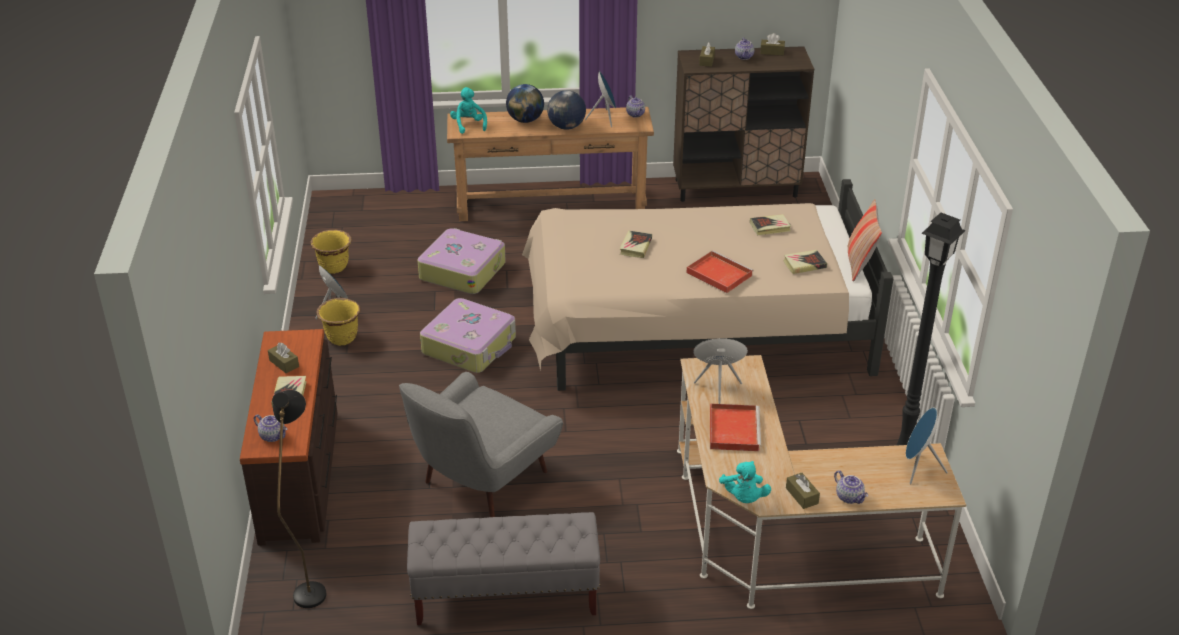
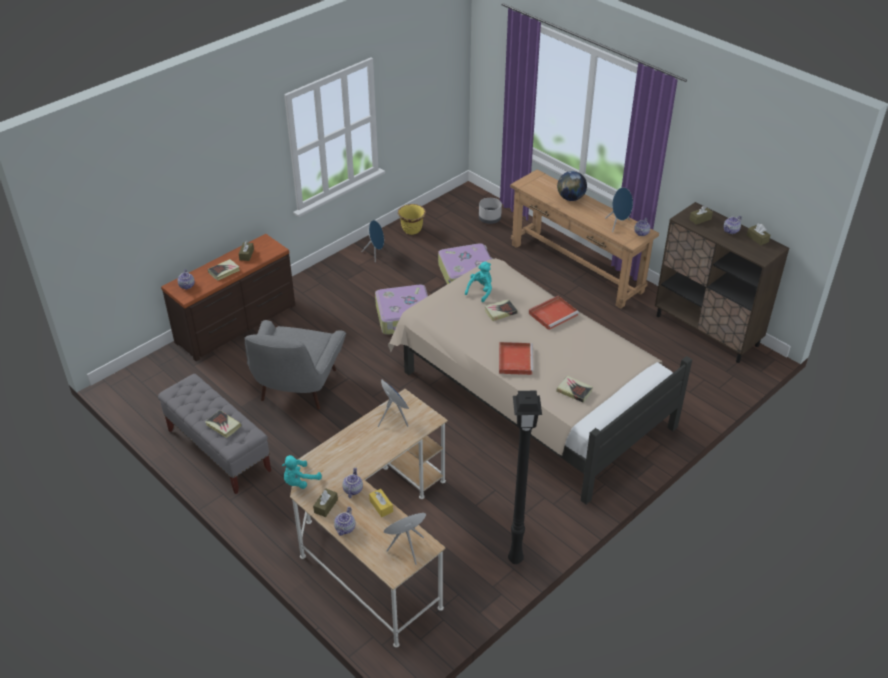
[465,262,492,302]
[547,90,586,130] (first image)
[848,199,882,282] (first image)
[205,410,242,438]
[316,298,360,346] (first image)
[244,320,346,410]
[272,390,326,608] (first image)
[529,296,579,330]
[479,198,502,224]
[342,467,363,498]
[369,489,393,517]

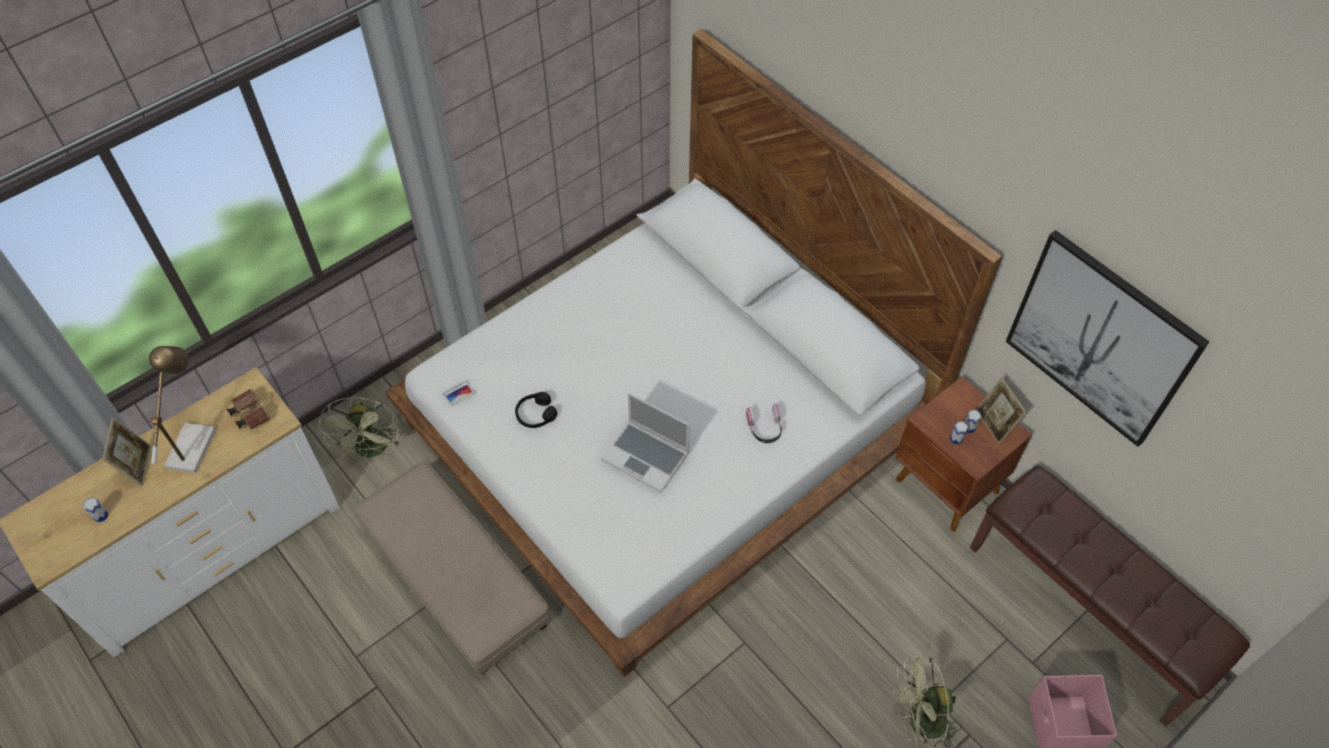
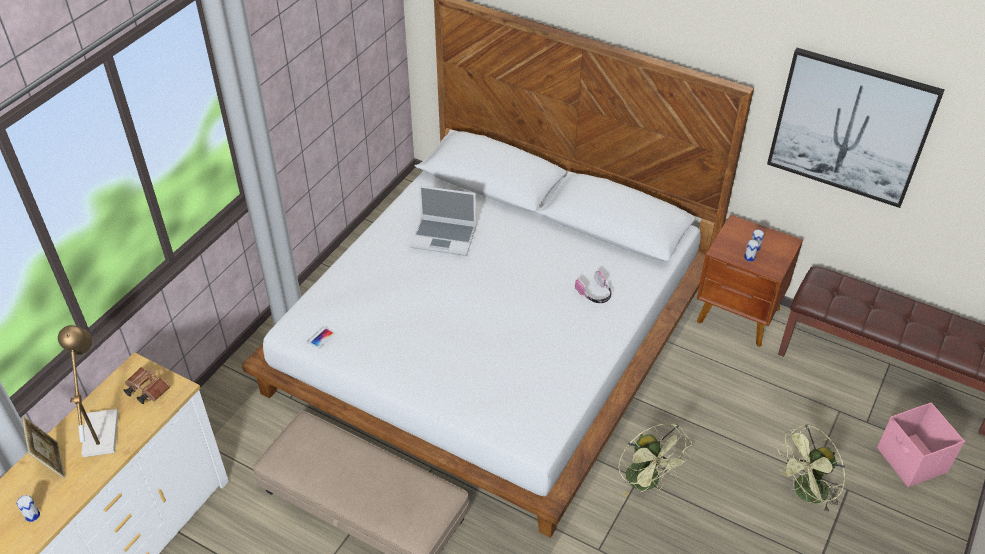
[976,378,1027,444] (first image)
[515,392,557,428] (first image)
[410,185,476,256]
[619,424,692,497]

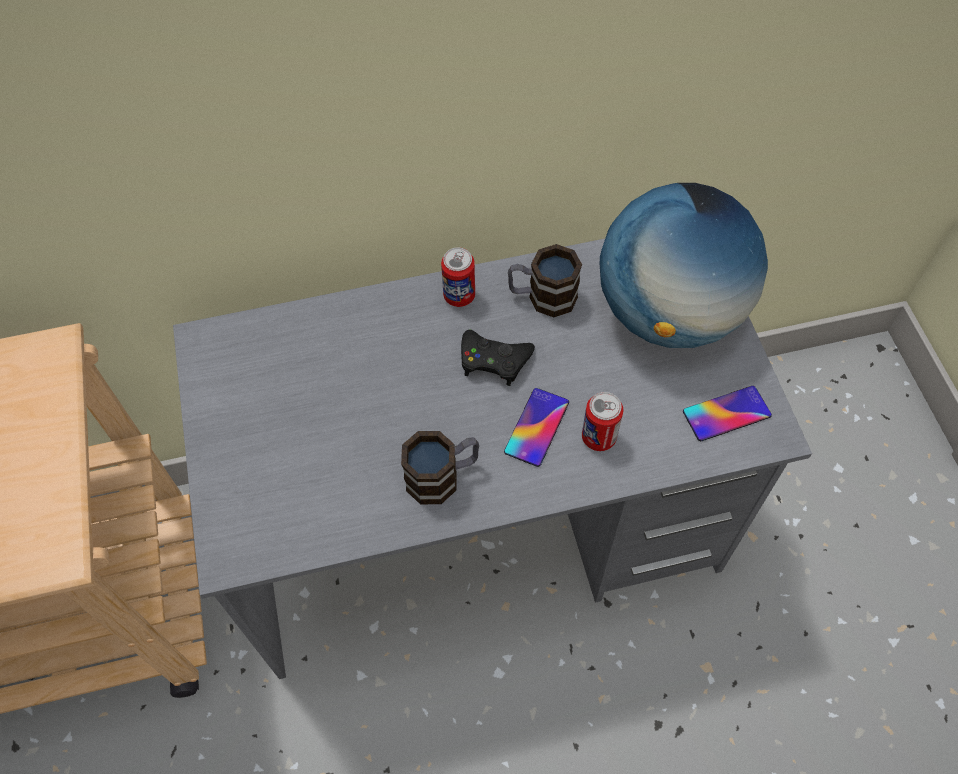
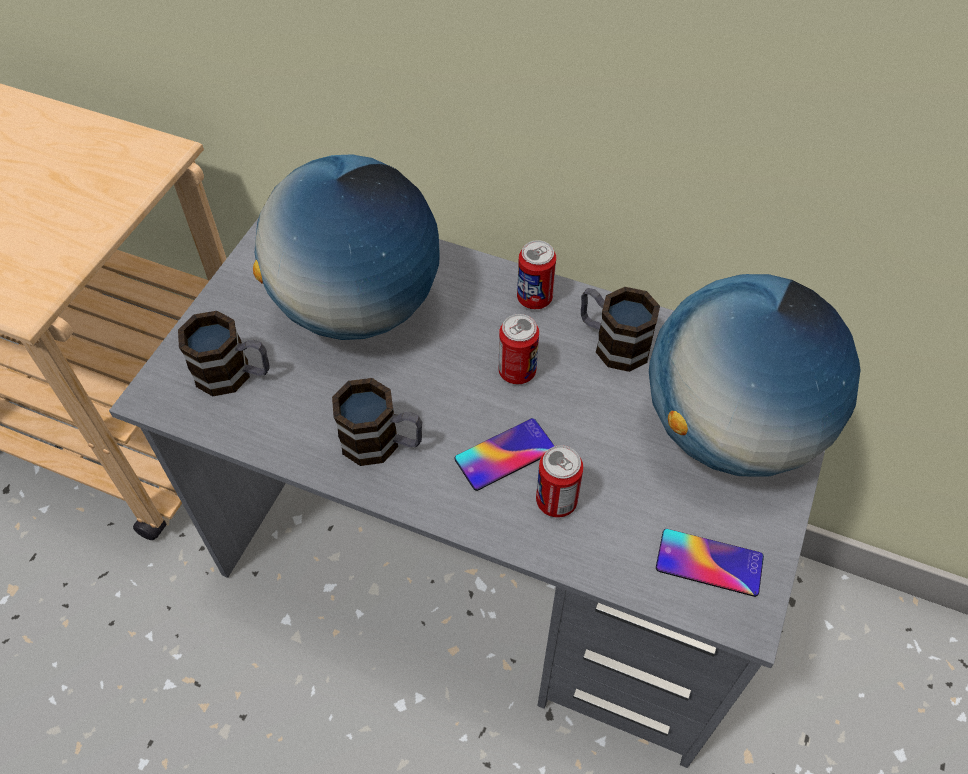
[499,314,539,384]
[253,154,440,340]
[178,311,270,396]

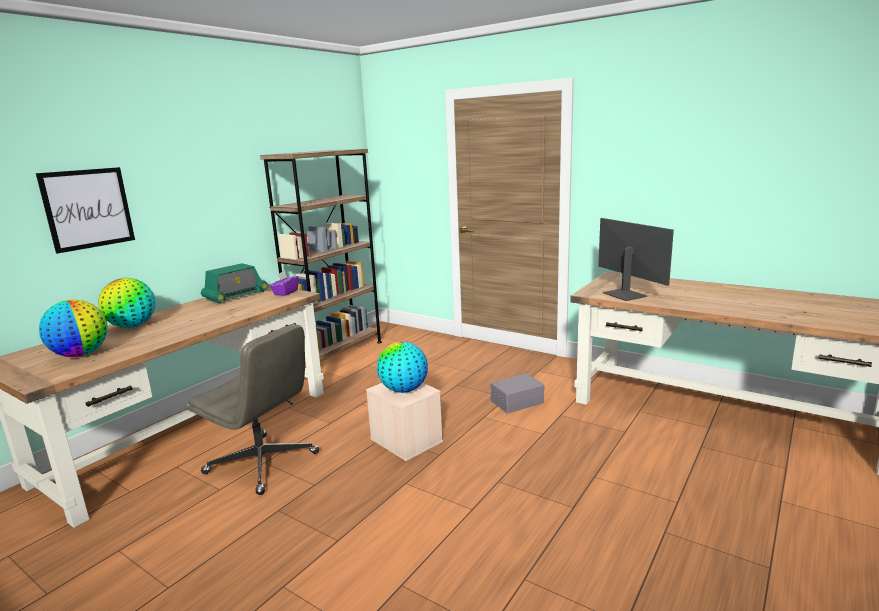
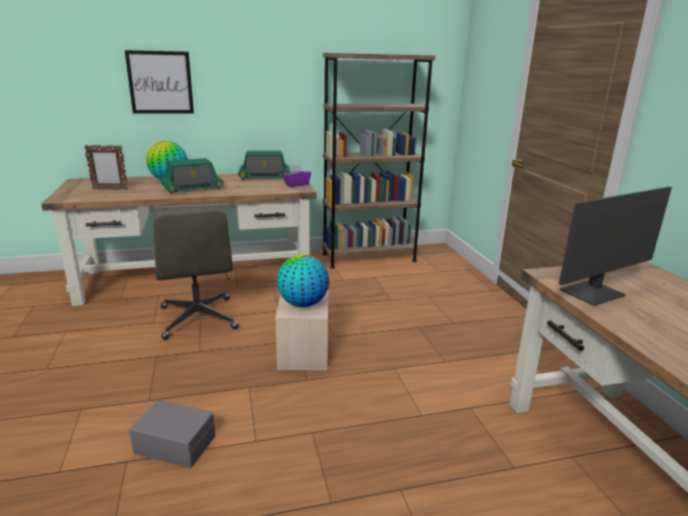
[559,187,672,306]
[84,145,128,190]
[129,400,215,468]
[161,158,223,194]

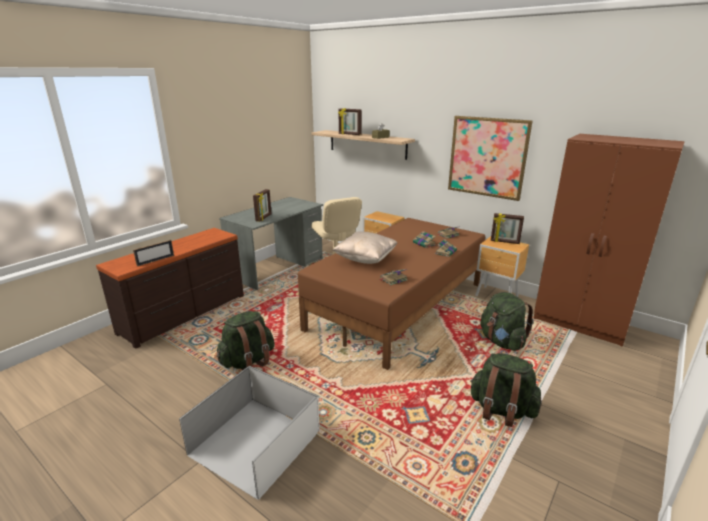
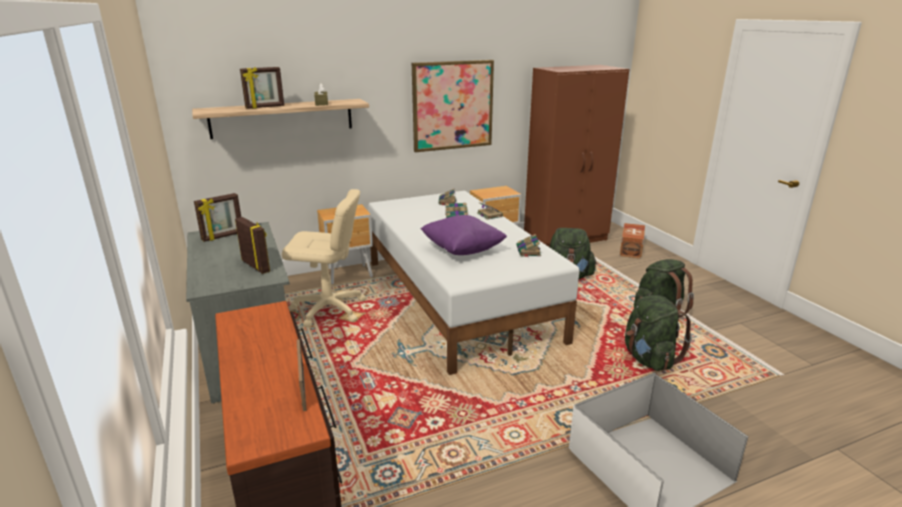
[194,193,241,242]
[368,191,580,375]
[420,215,507,255]
[625,295,692,371]
[620,223,645,259]

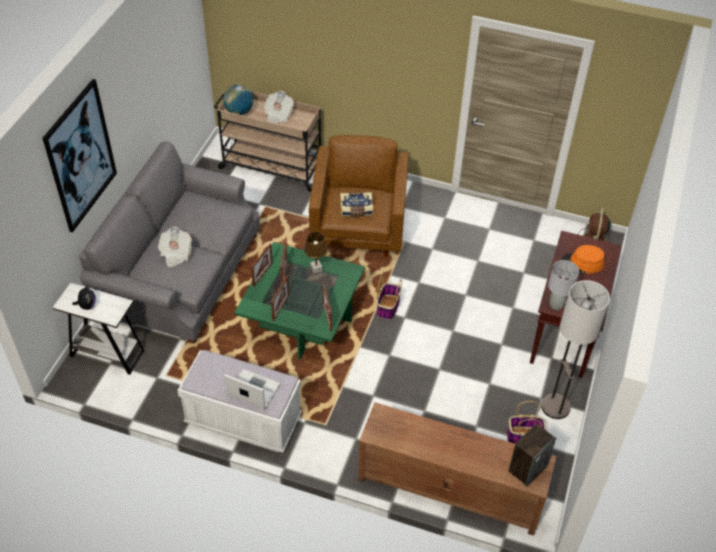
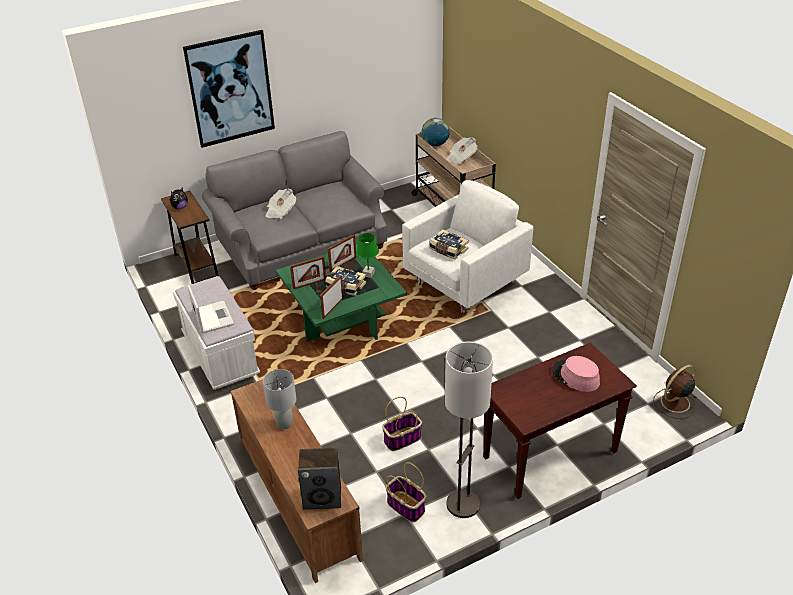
[402,180,534,313]
[356,233,379,278]
[251,244,273,287] (first image)
[552,356,600,392]
[263,369,296,429]
[382,397,422,451]
[161,190,219,284]
[325,266,366,296]

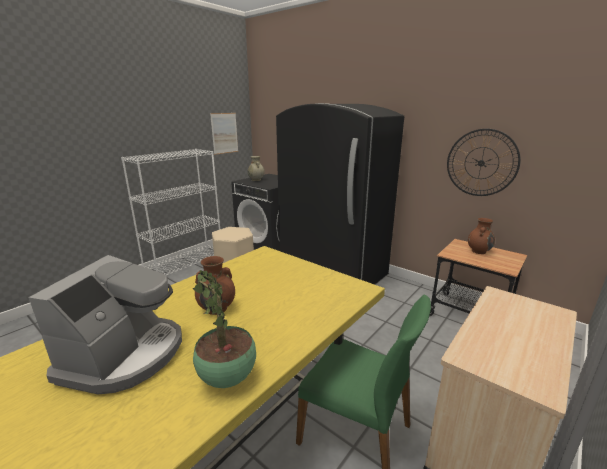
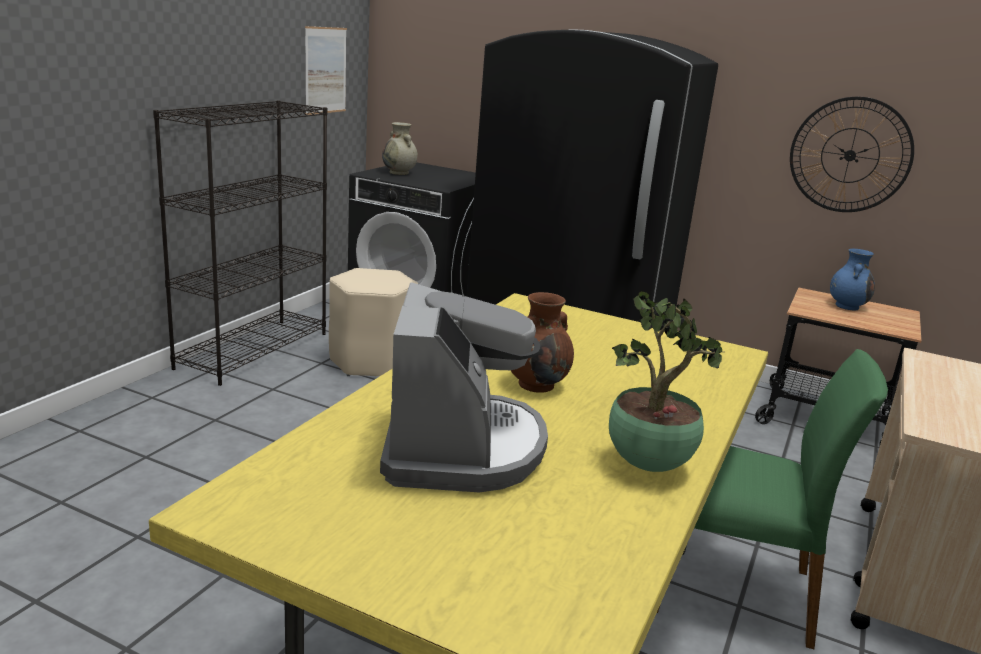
[153,100,327,386]
[830,249,875,310]

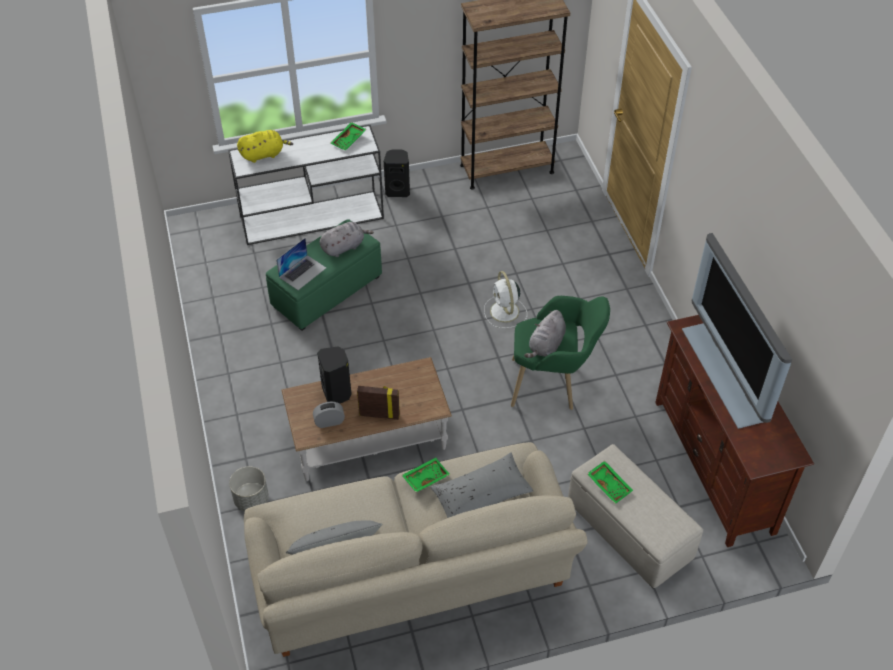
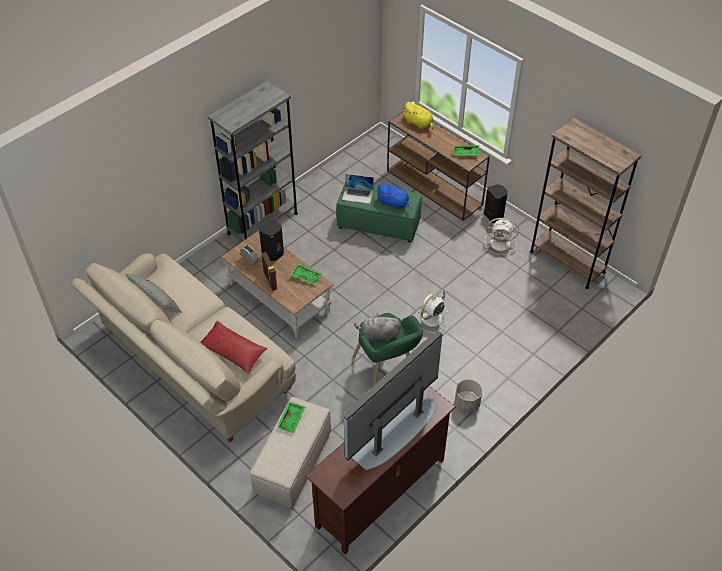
[387,111,490,221]
[376,184,412,209]
[200,321,268,374]
[290,263,322,285]
[455,379,482,412]
[208,81,298,242]
[485,218,519,255]

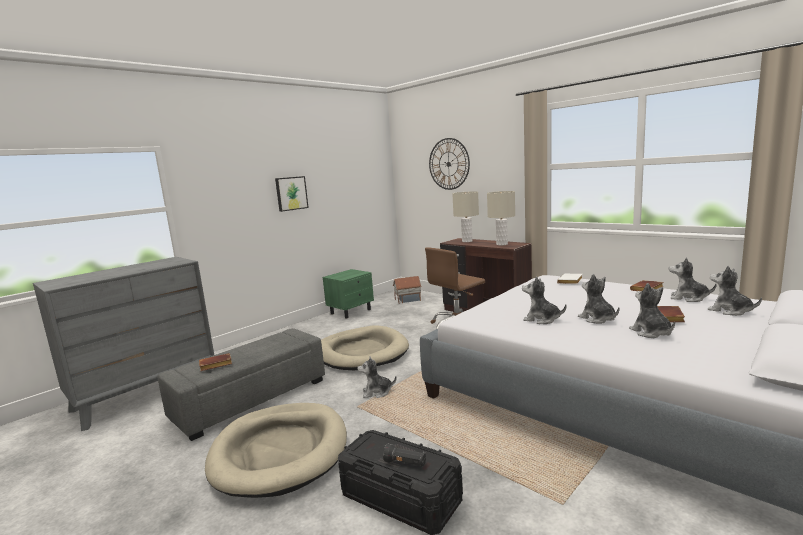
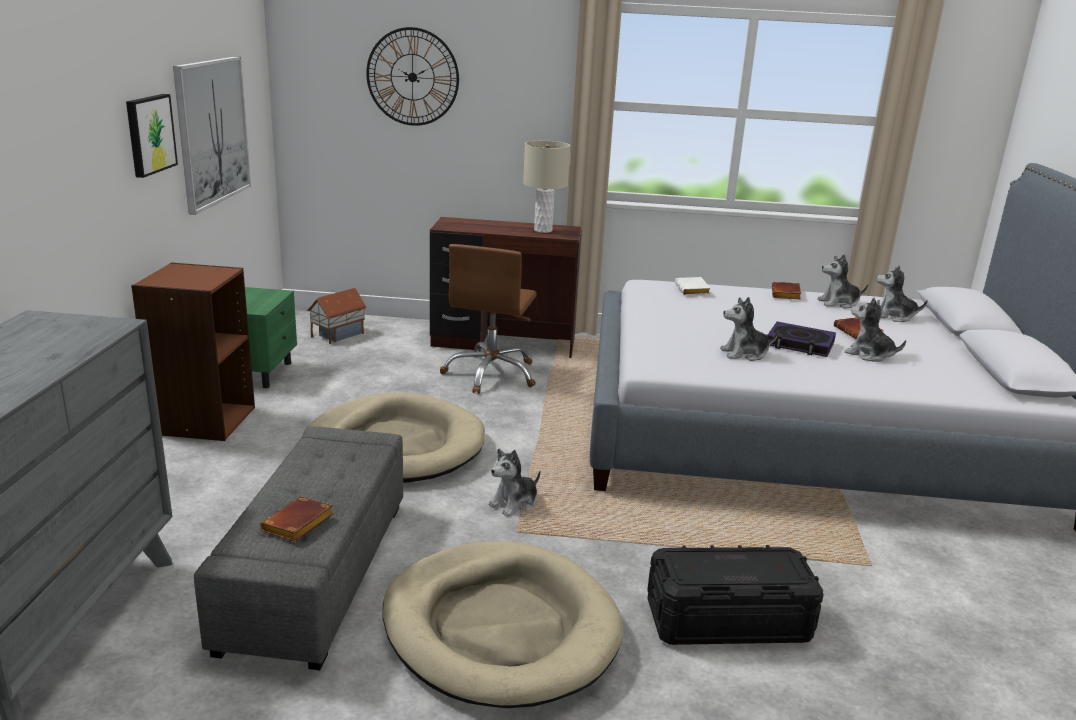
[452,191,479,242] (first image)
[767,321,836,357]
[383,444,426,467] (first image)
[173,57,251,215]
[131,262,255,441]

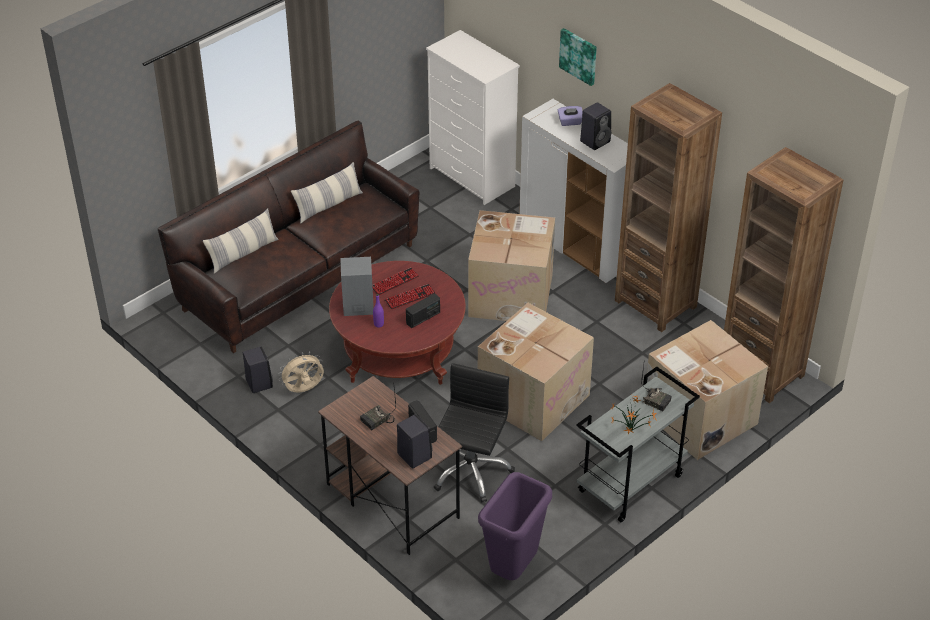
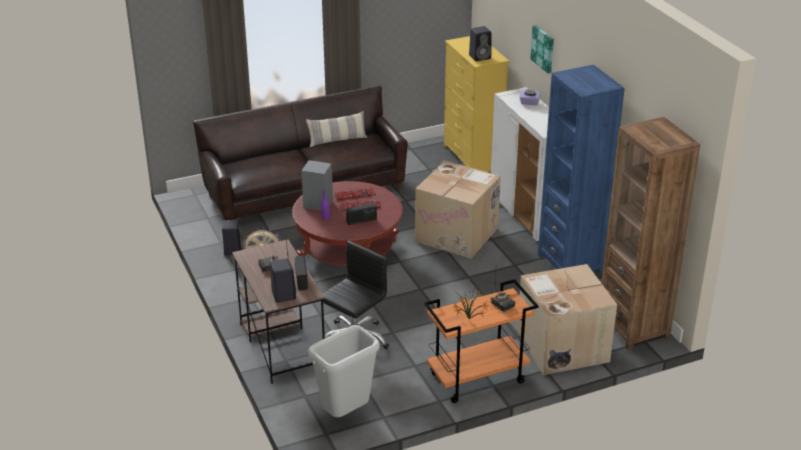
[444,36,509,172]
[538,65,625,274]
[469,26,492,61]
[203,208,279,274] (first image)
[478,303,594,441] (first image)
[424,279,538,403]
[308,325,380,417]

